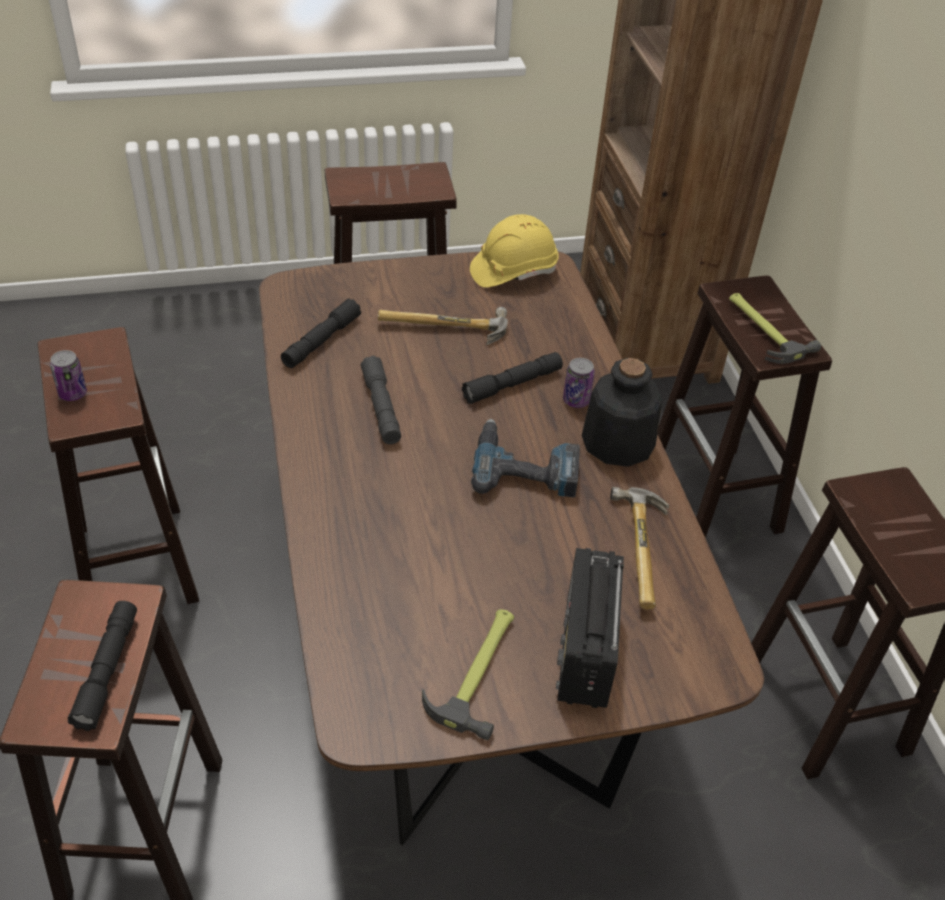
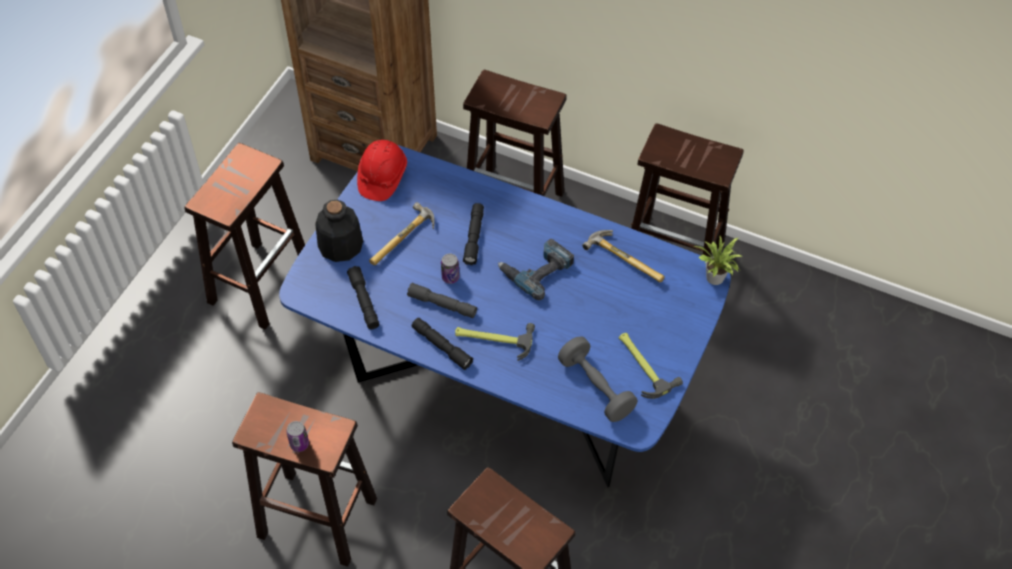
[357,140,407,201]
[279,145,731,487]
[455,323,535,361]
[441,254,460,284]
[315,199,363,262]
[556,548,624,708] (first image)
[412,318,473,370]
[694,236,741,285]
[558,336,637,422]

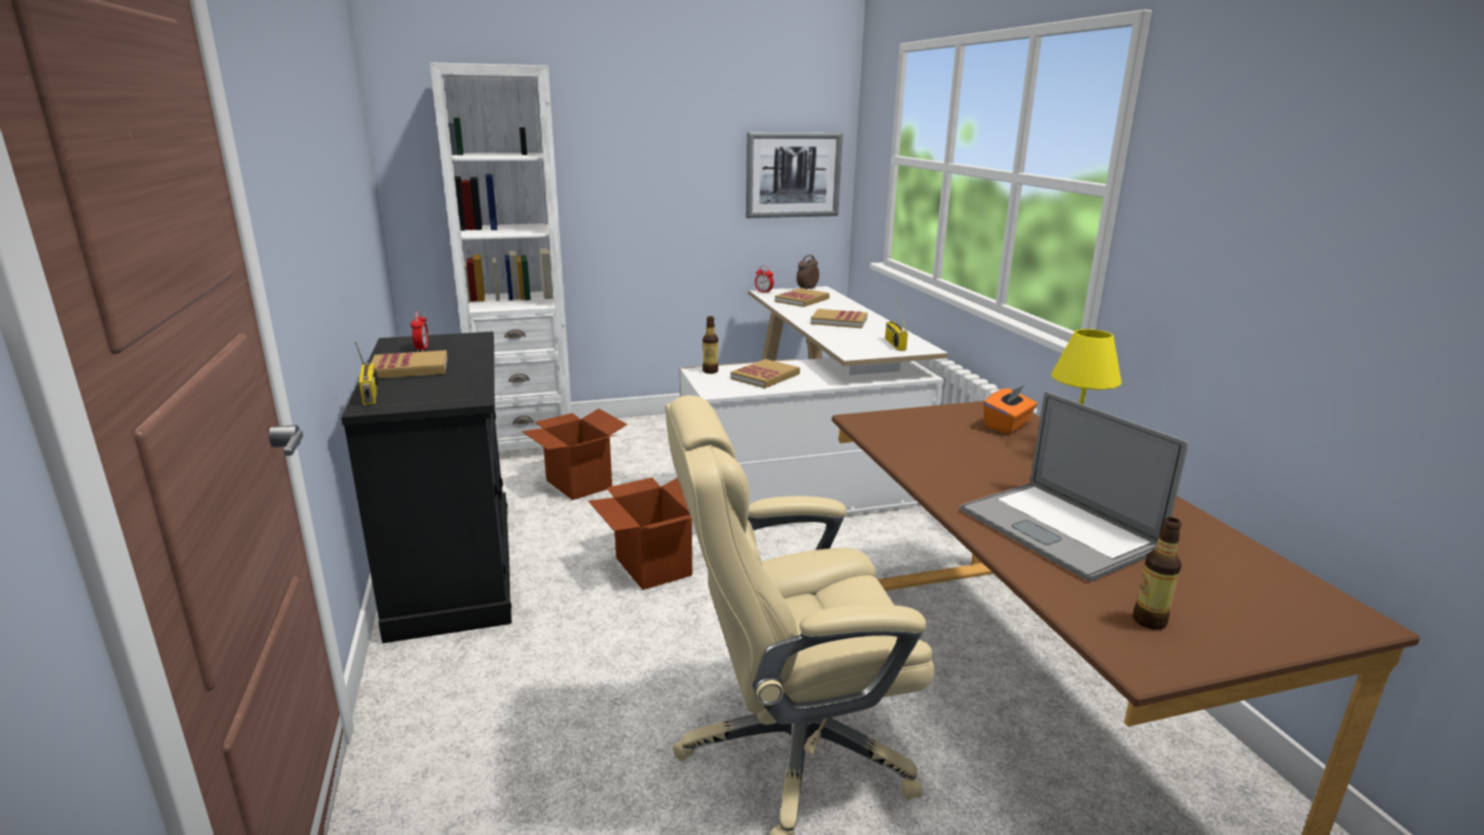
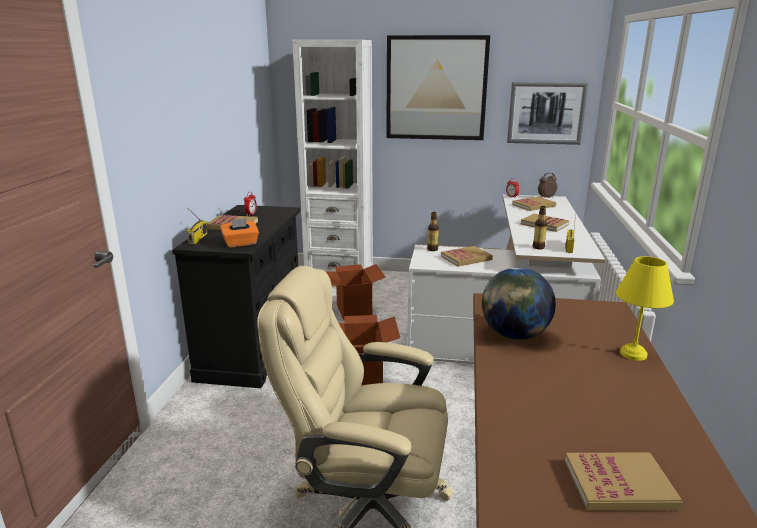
[220,218,259,248]
[960,392,1188,582] (first image)
[533,206,547,249]
[386,35,490,140]
[482,268,556,340]
[565,452,683,510]

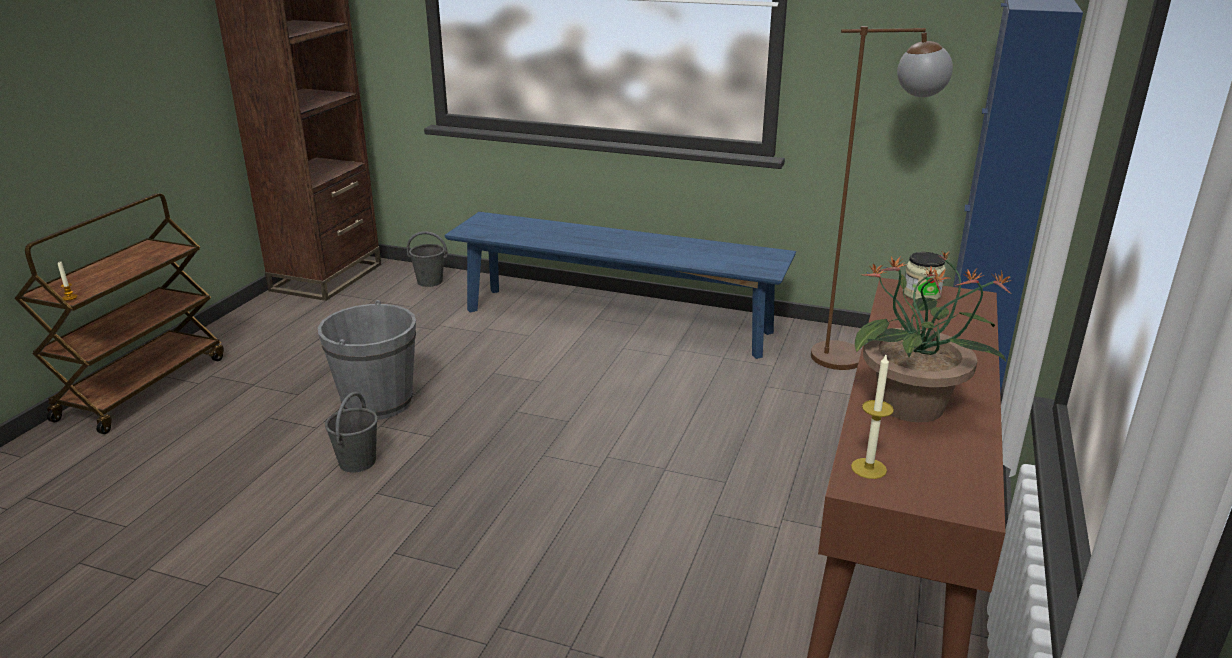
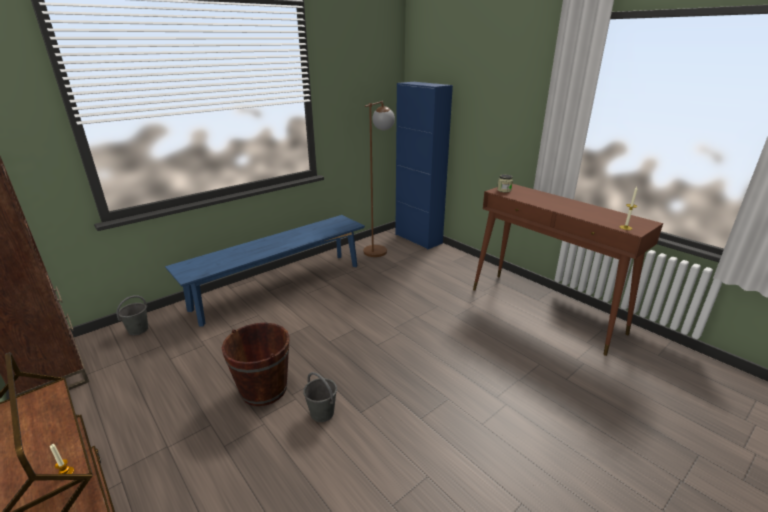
[855,250,1013,422] (first image)
[222,323,290,406]

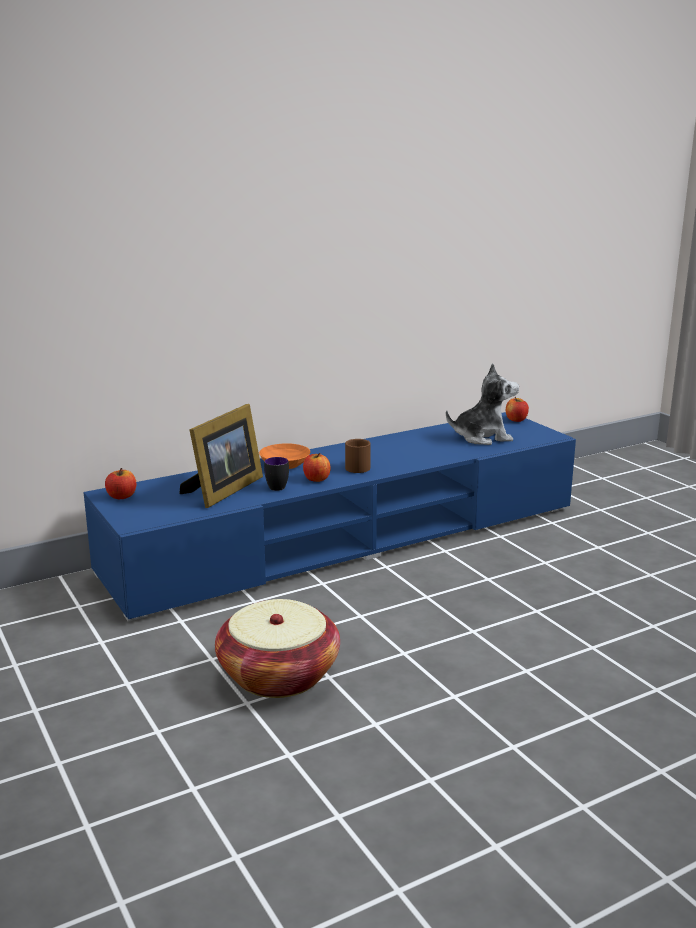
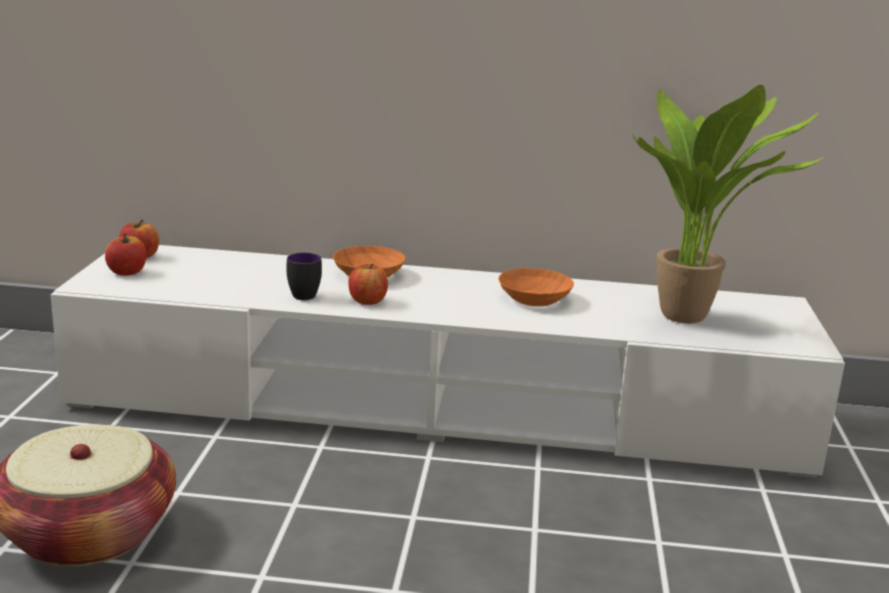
[632,85,825,324]
[105,233,147,275]
[179,404,263,508] (first image)
[51,245,845,478]
[345,439,371,473] (first image)
[498,268,574,306]

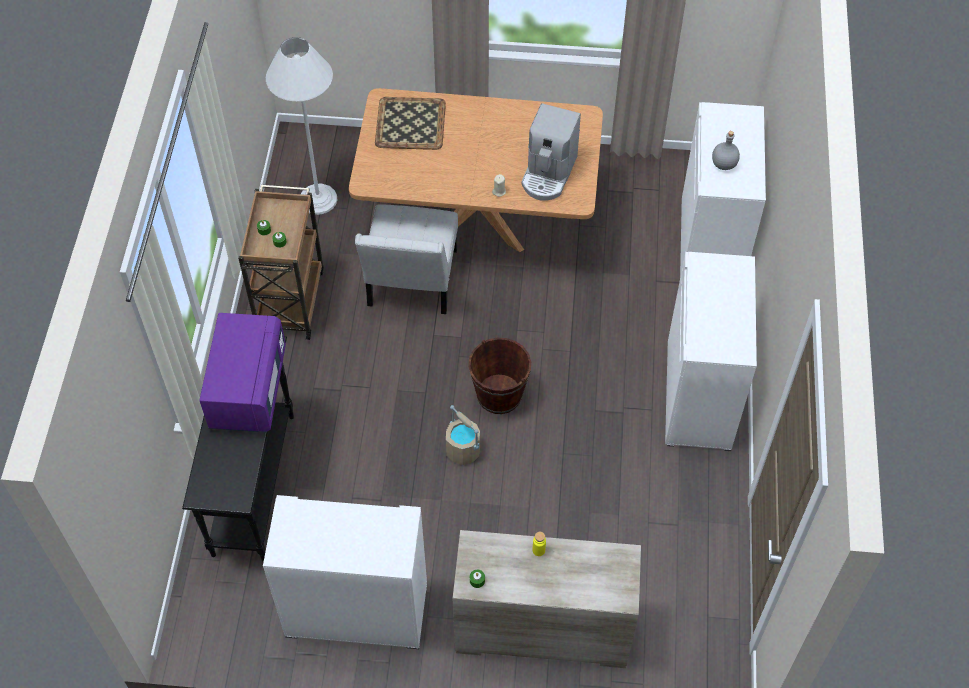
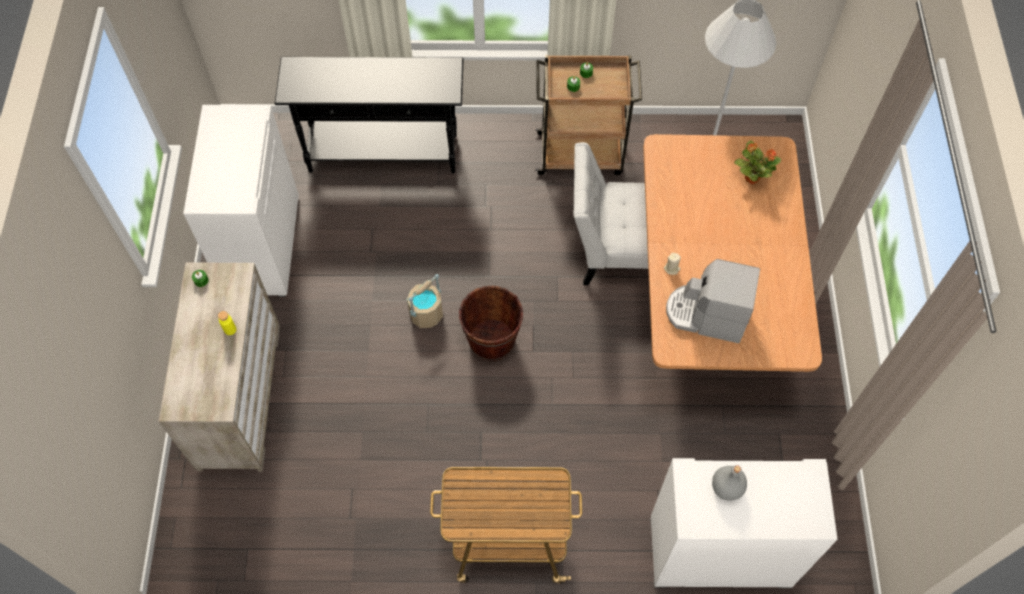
[734,141,781,184]
[430,467,582,584]
[199,313,286,432] (first image)

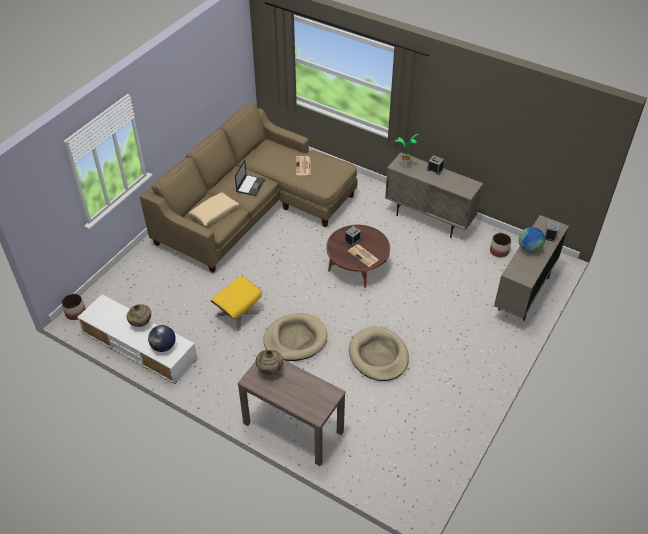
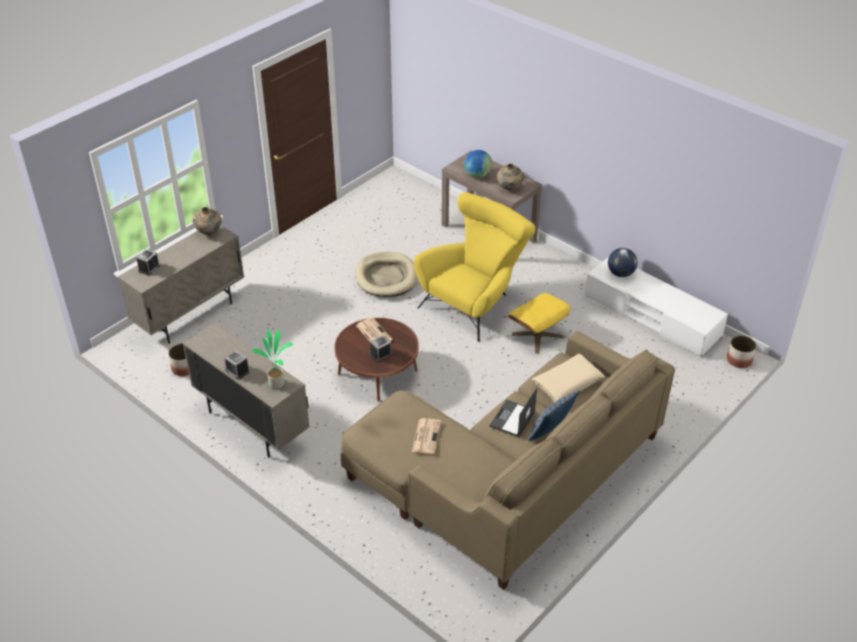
[464,150,492,178]
[192,207,221,235]
[414,192,536,342]
[528,390,580,441]

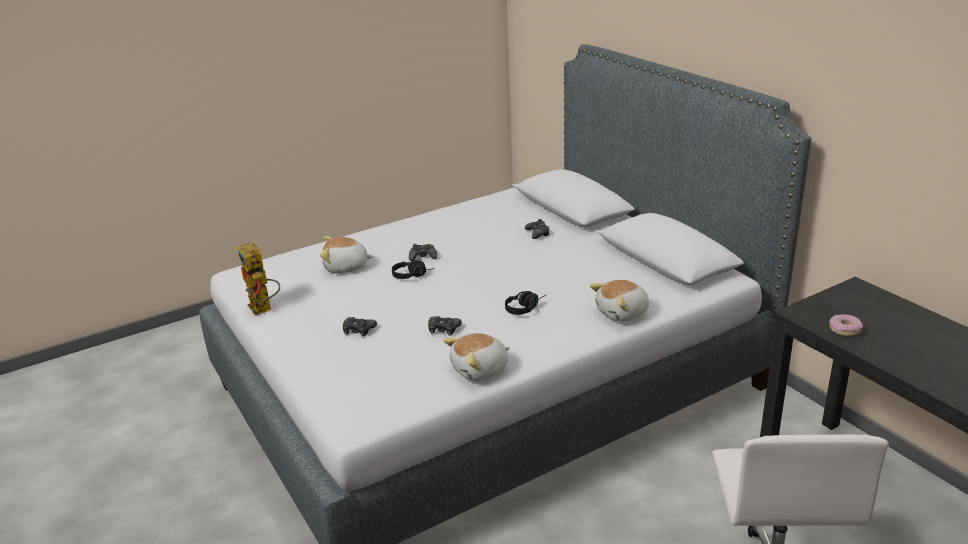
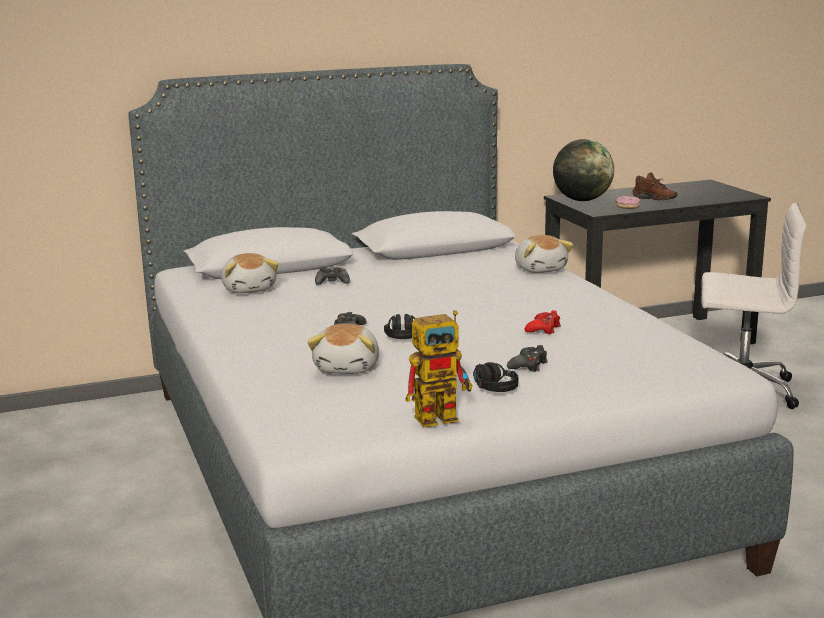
[473,362,518,392]
[524,310,561,334]
[221,253,278,293]
[553,139,614,201]
[632,172,677,200]

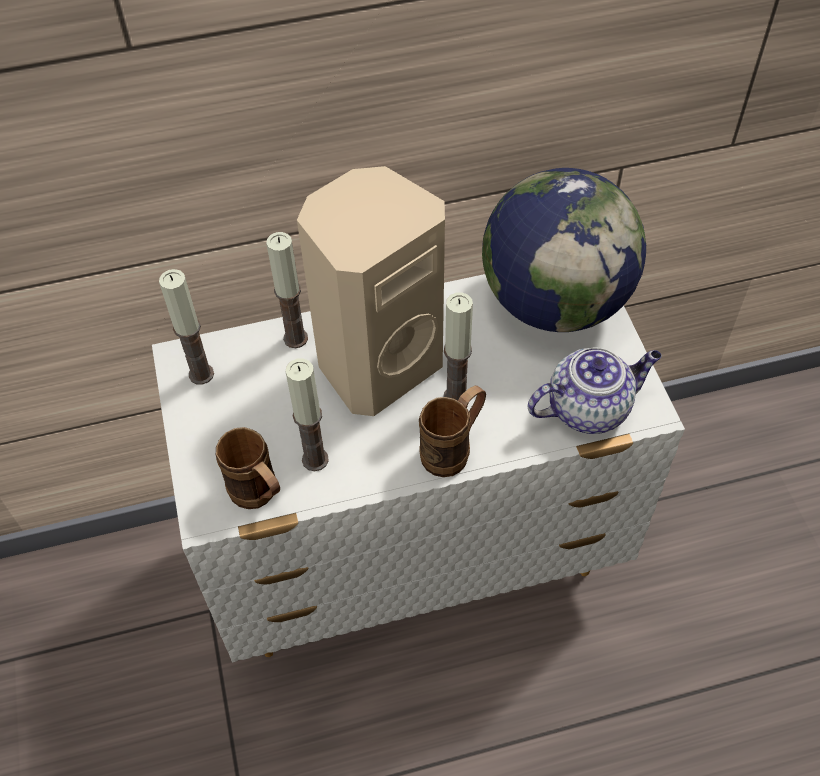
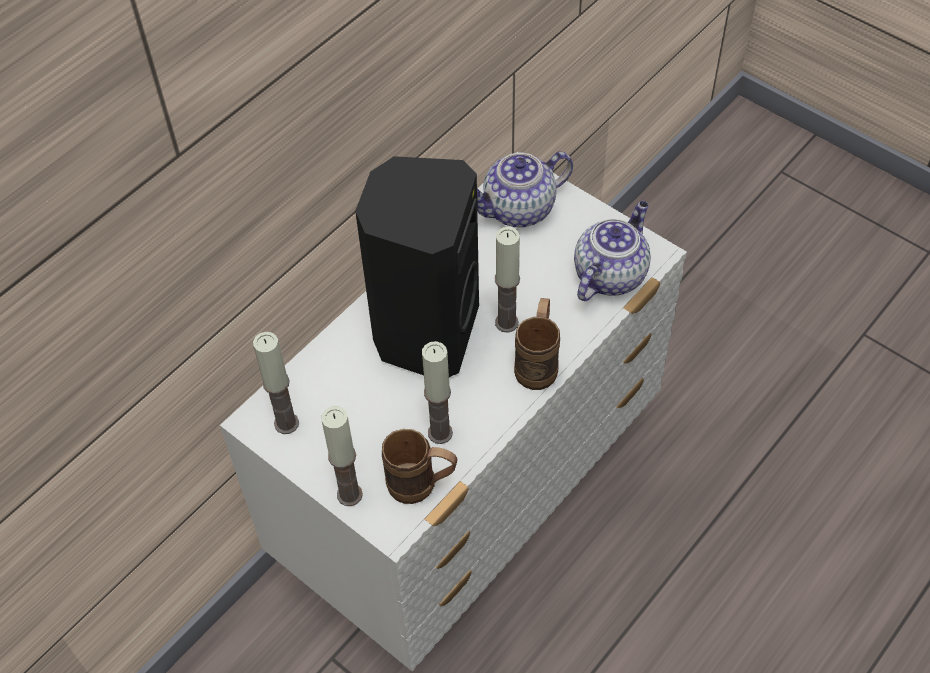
[355,156,479,377]
[477,151,573,227]
[322,406,363,506]

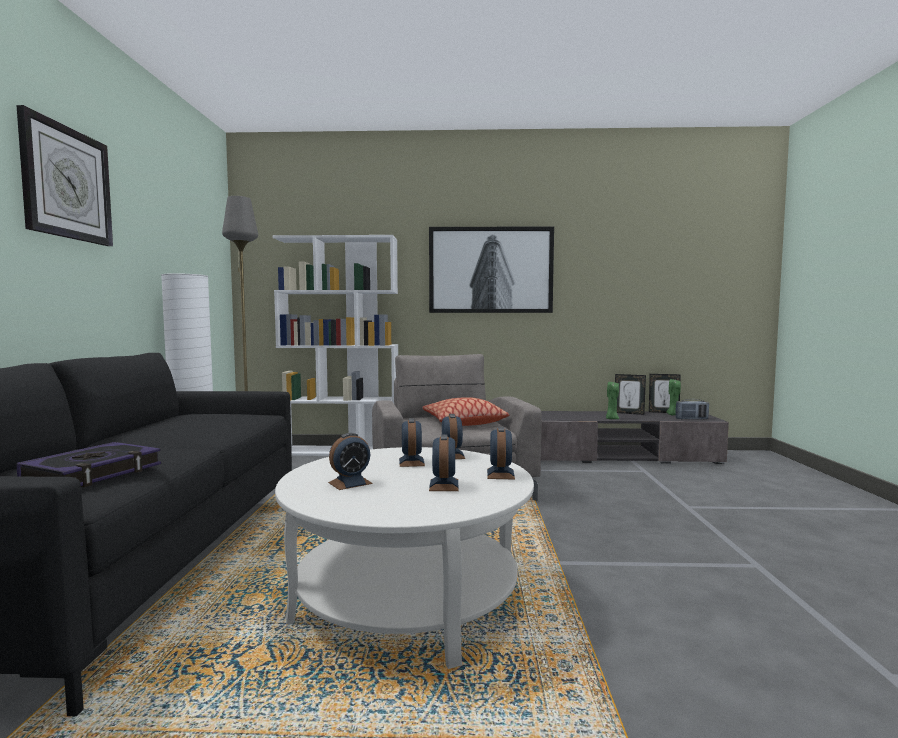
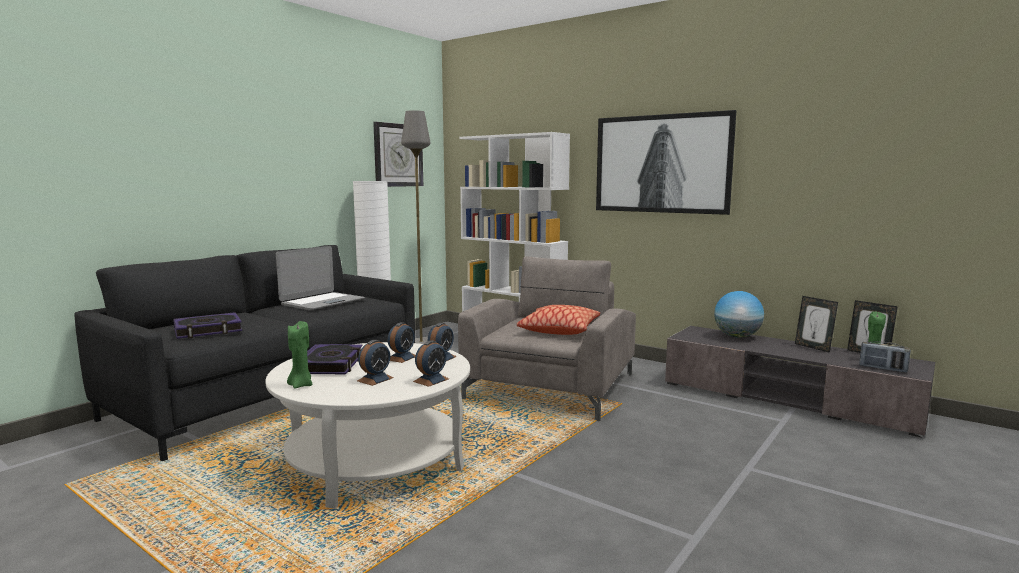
[373,122,423,187]
[287,321,312,389]
[307,344,363,374]
[276,246,365,310]
[714,291,764,338]

